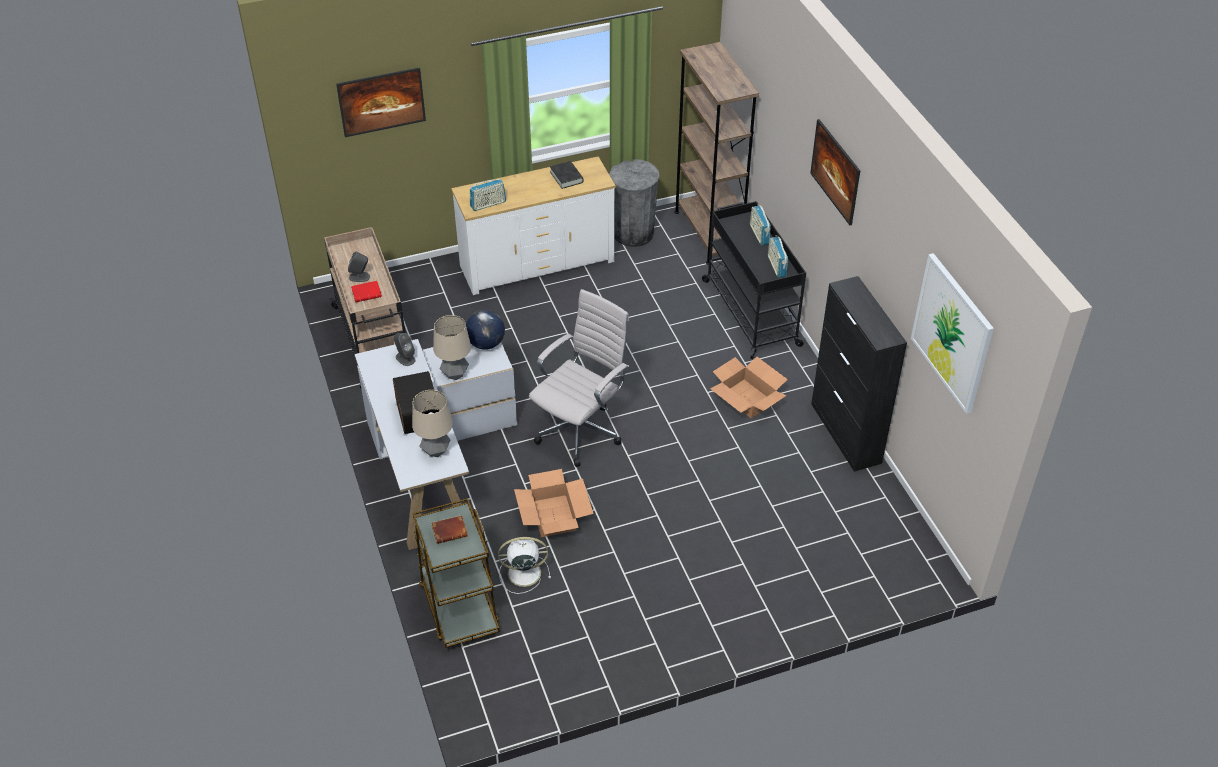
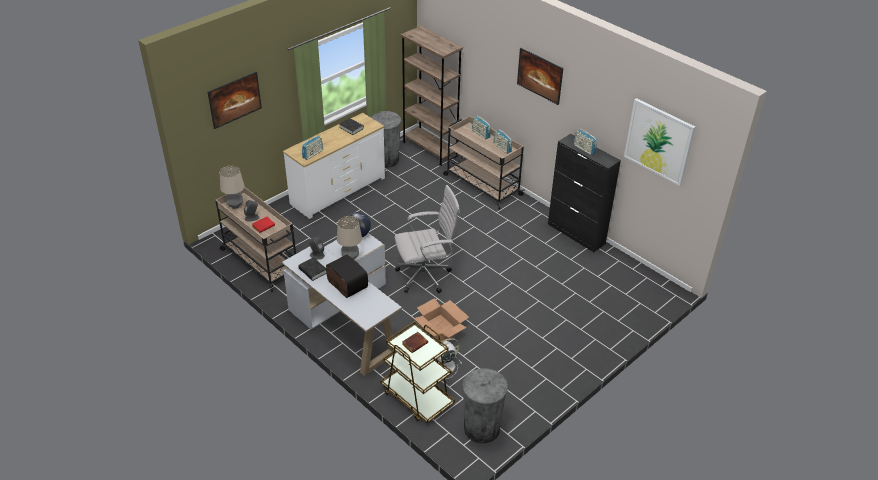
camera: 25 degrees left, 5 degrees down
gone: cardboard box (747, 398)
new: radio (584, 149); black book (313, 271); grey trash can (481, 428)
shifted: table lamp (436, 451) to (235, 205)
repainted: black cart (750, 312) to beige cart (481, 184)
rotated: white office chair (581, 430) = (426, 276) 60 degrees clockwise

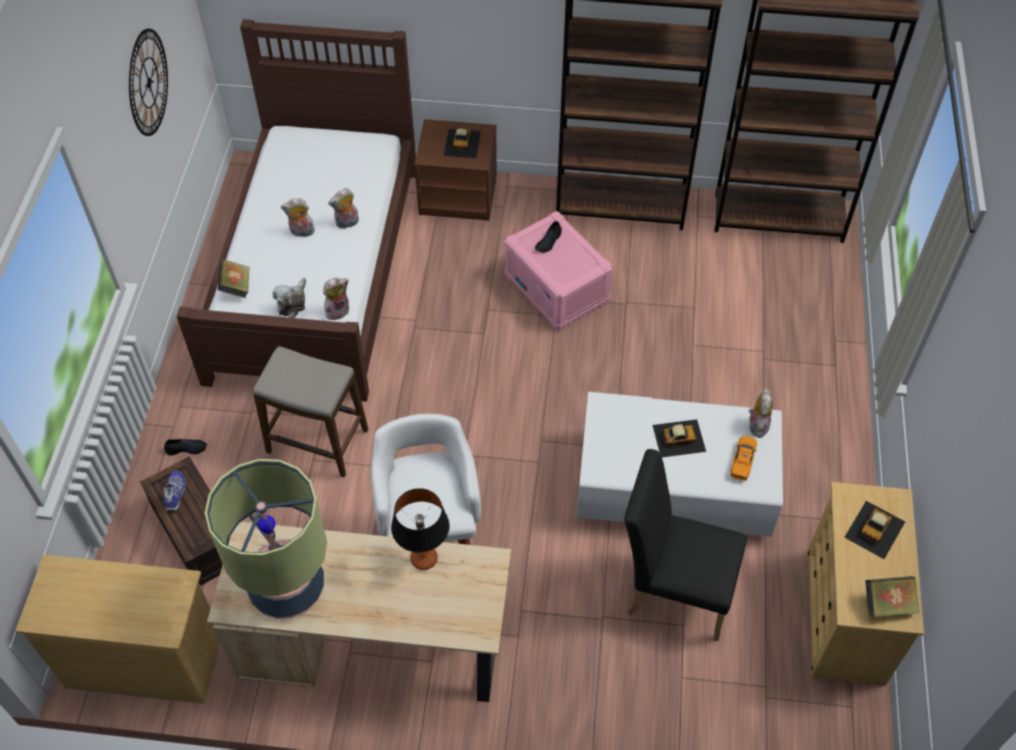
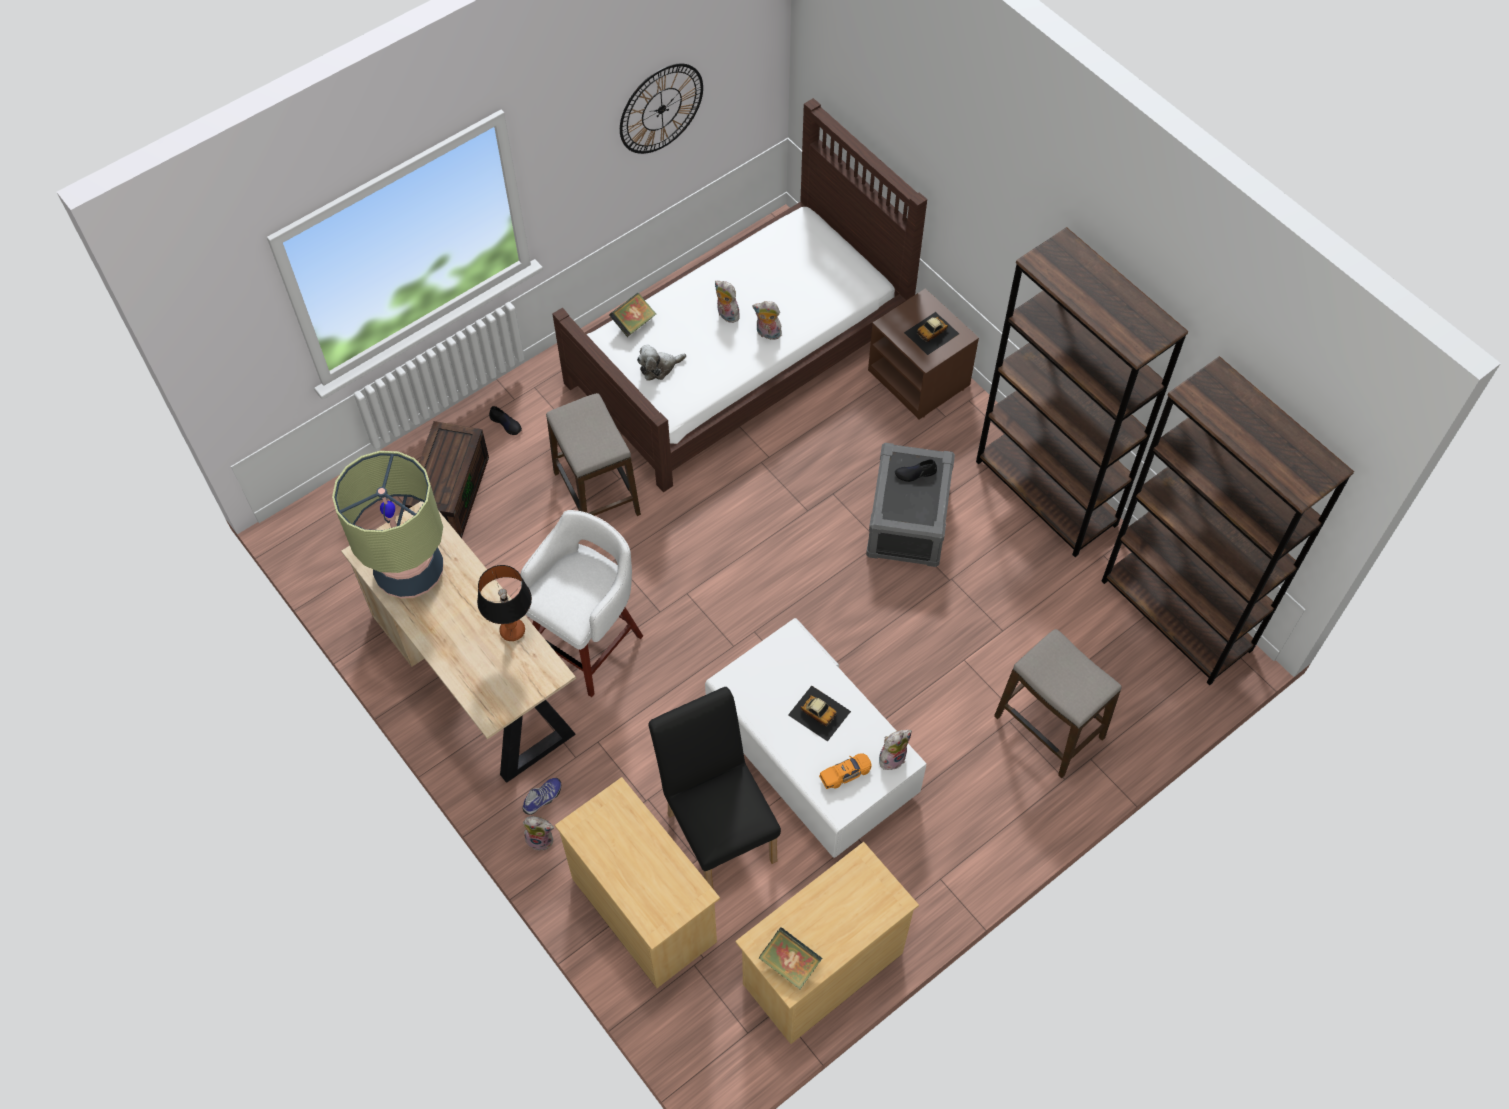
camera: 45 degrees right, 5 degrees up
gone: toy car (875, 529)
new: stool (1049, 727)
shifted: plush toy (337, 310) to (541, 838); shoe (176, 494) to (543, 798); beige dresser (144, 660) to (643, 909)
repainted: pink storage box (557, 288) to grey storage box (908, 521)

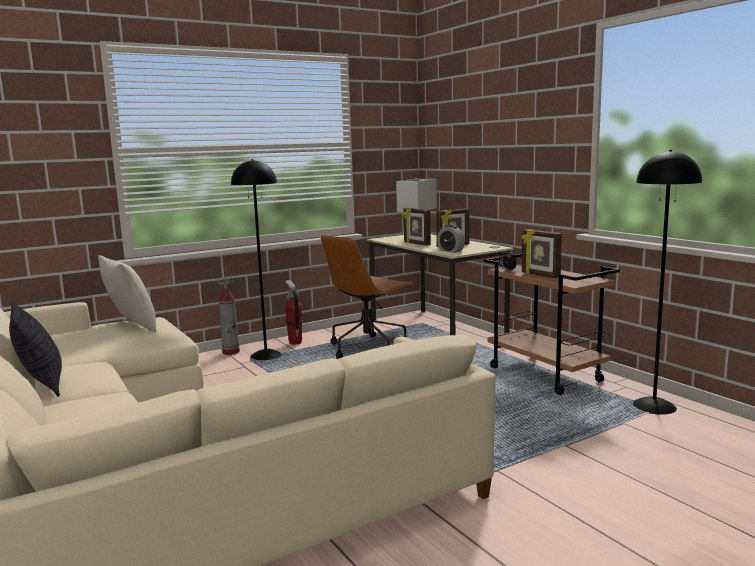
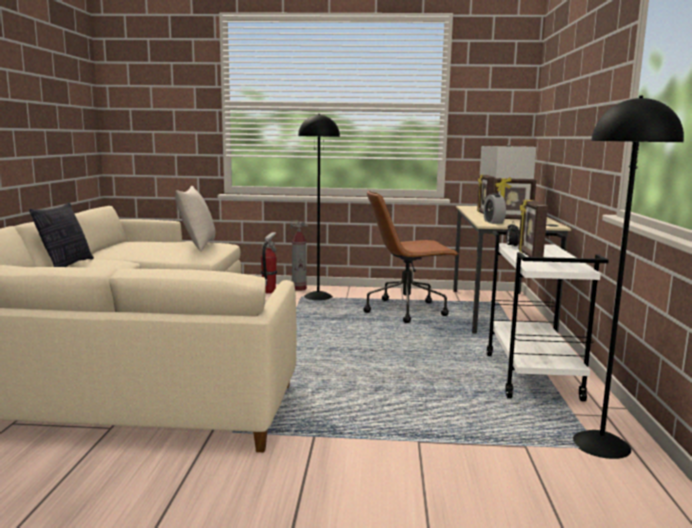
camera: 35 degrees right, 0 degrees up
shifted: fire extinguisher (295, 342) to (269, 291)
repainted: brown cart (546, 375) to white cart (532, 377)

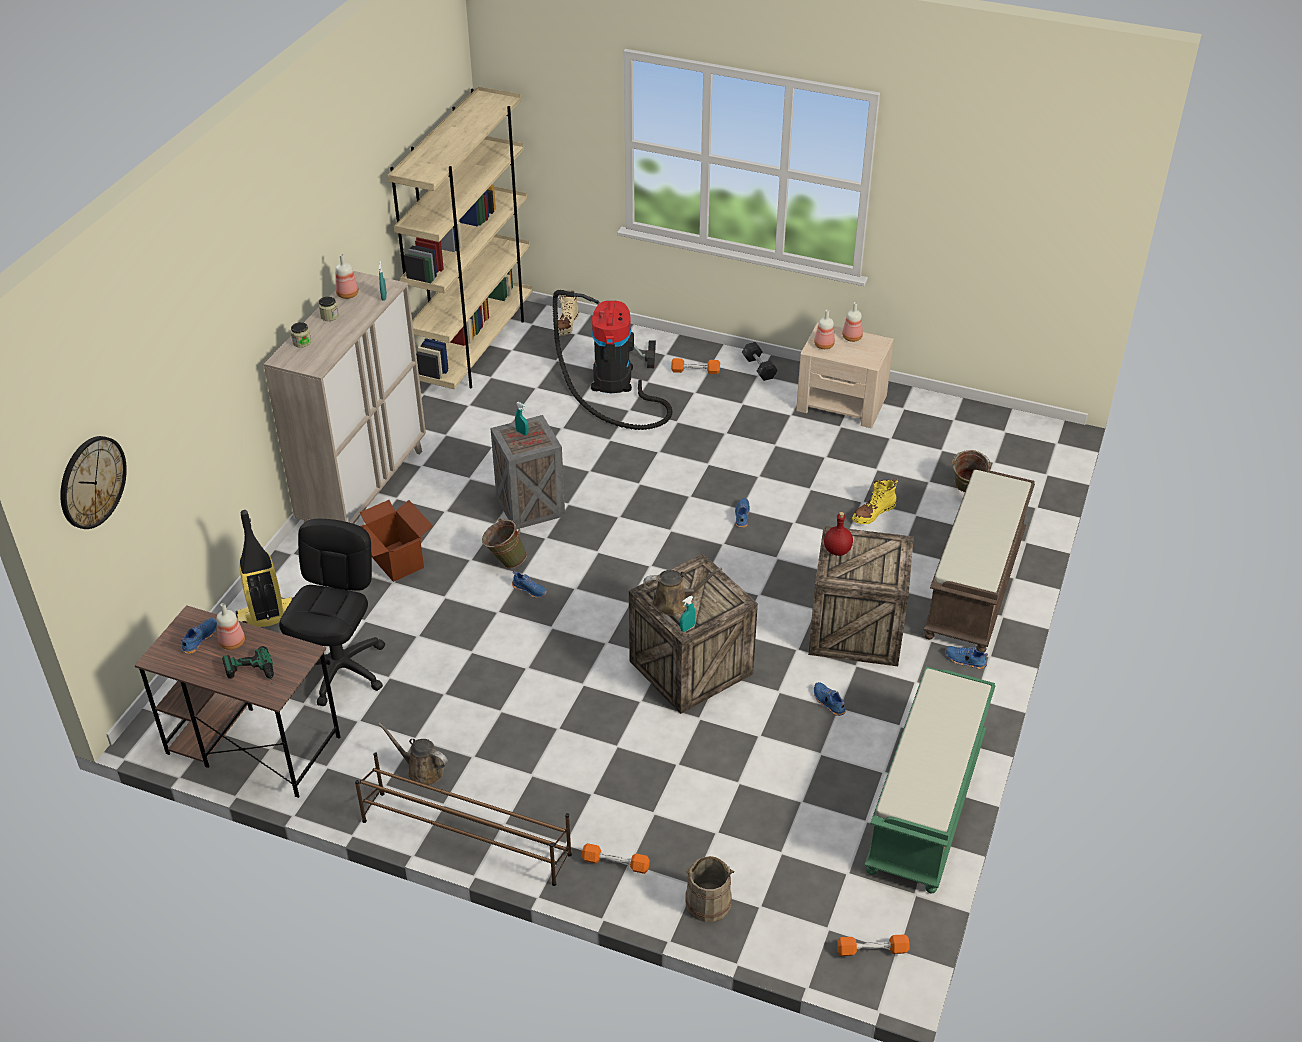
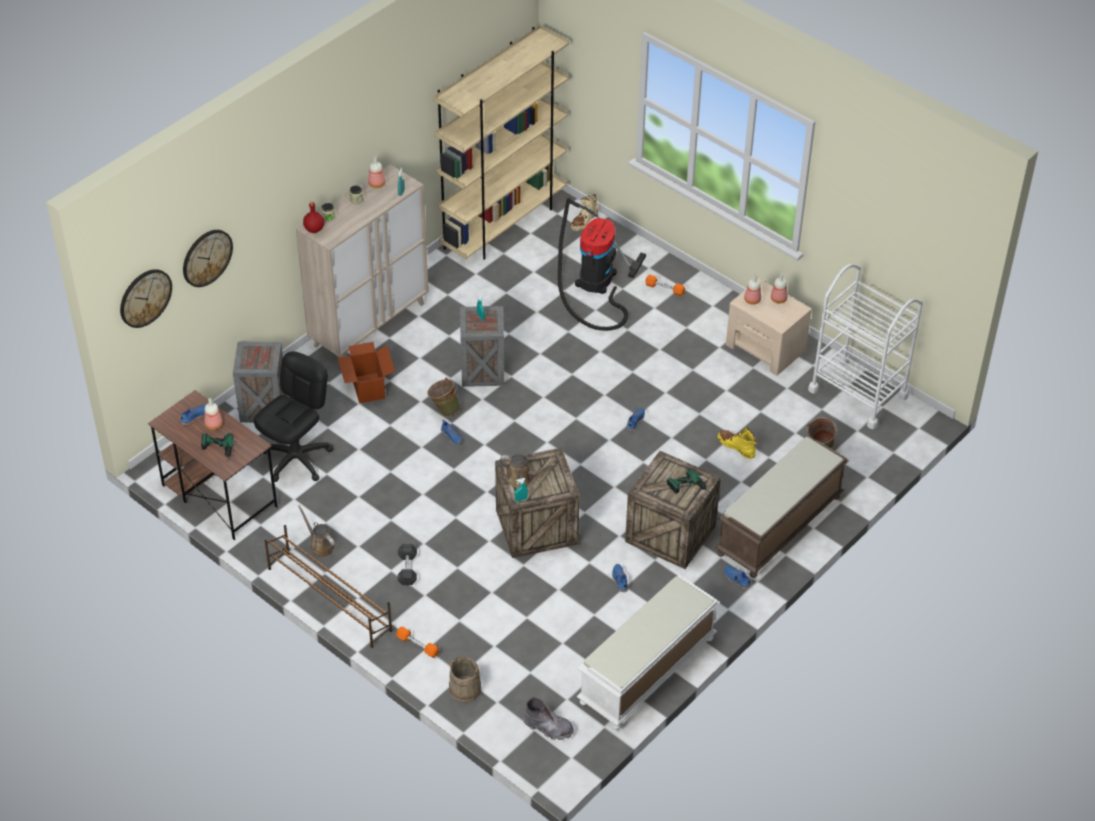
camera: 20 degrees right, 5 degrees up
gone: orange dumbbell (872, 950)
new: wall clock (206, 257); white cart (858, 393); power drill (689, 489); grey boot (548, 727)
shifted: grey dumbbell (759, 368) to (407, 569); red bottle (837, 551) to (314, 229)
swapped: vacuum cleaner (267, 619) to crate (262, 407)
repainted: green bench (927, 805) to white bench (647, 671)
rotated: yellow boot (873, 513) = (736, 447) 60 degrees clockwise

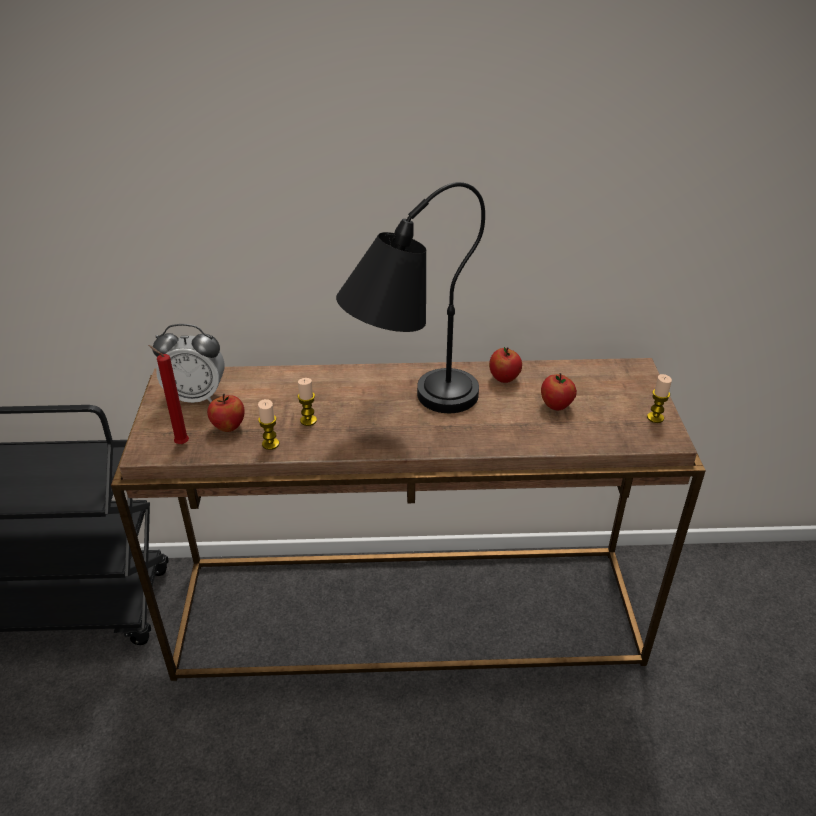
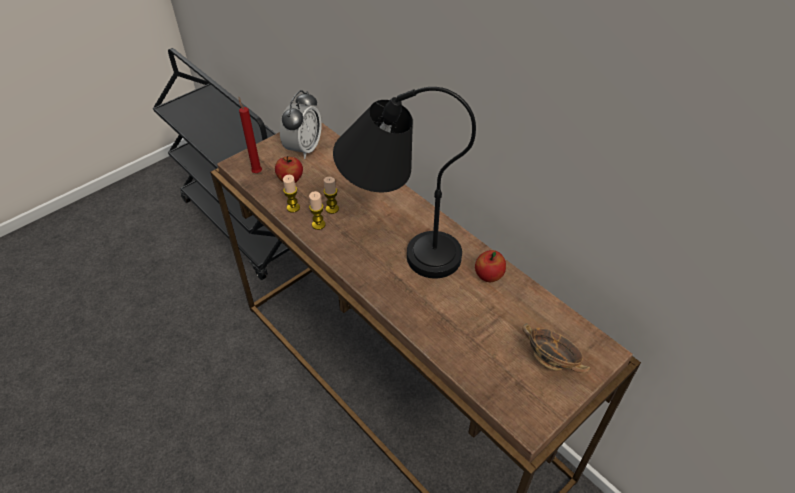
camera: 50 degrees right, 10 degrees up
gone: apple (556, 405)
new: bowl (552, 359)
shifted: candle (655, 418) to (318, 224)
rotated: alarm clock (196, 397) = (304, 149) 120 degrees counterclockwise

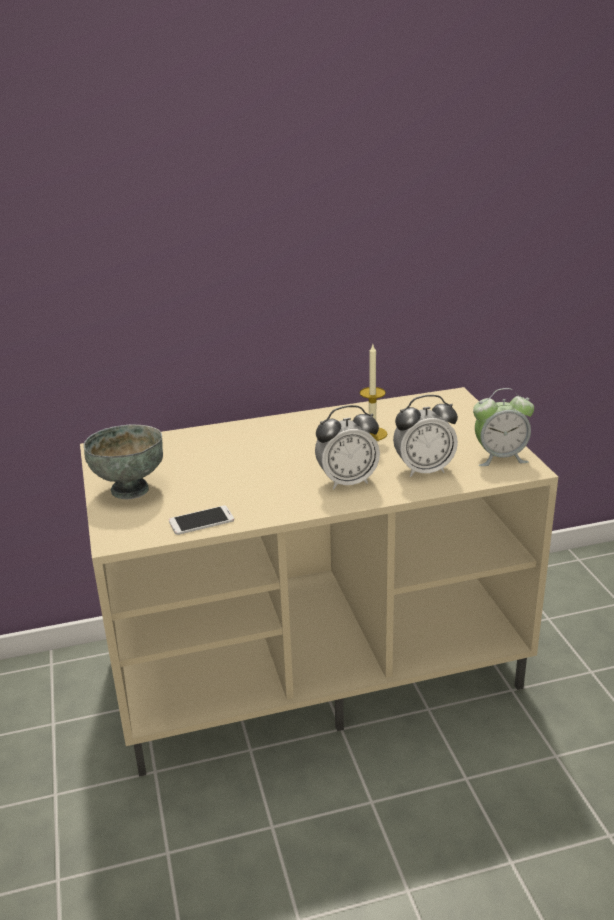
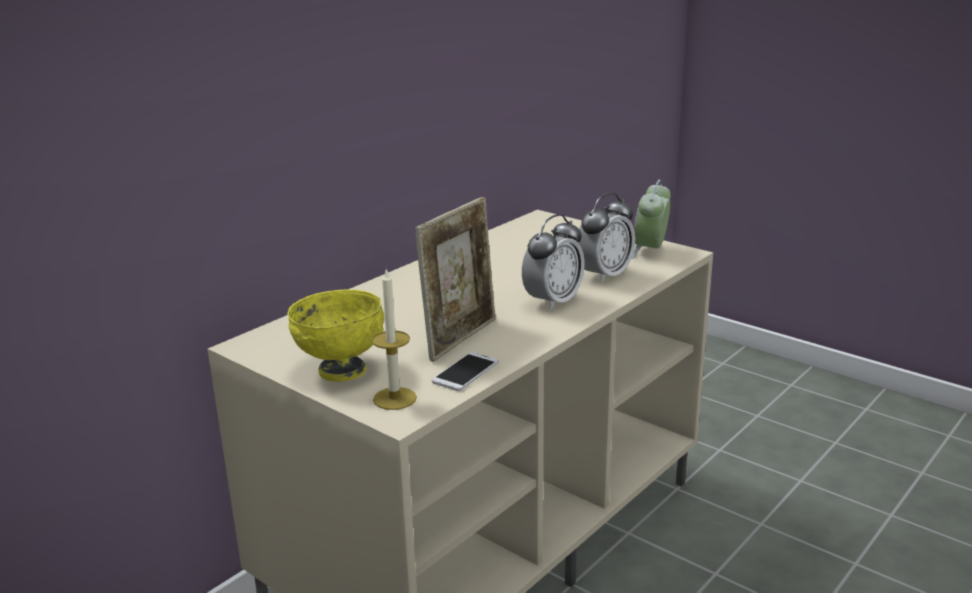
camera: 35 degrees left, 5 degrees down
new: picture frame (460, 338)
shifted: candle (372, 434) to (394, 398)
repainted: grey bowl (130, 489) to yellow bowl (340, 369)
rotated: alarm clock (500, 457) = (650, 251) 150 degrees clockwise

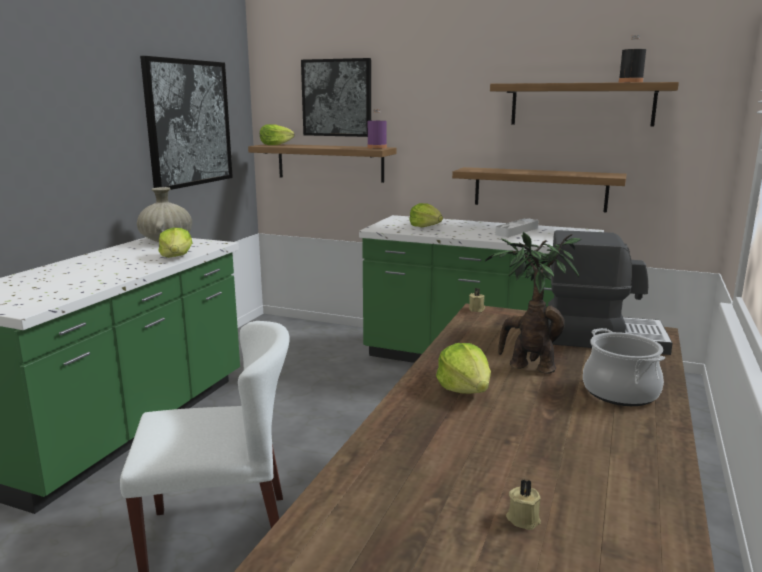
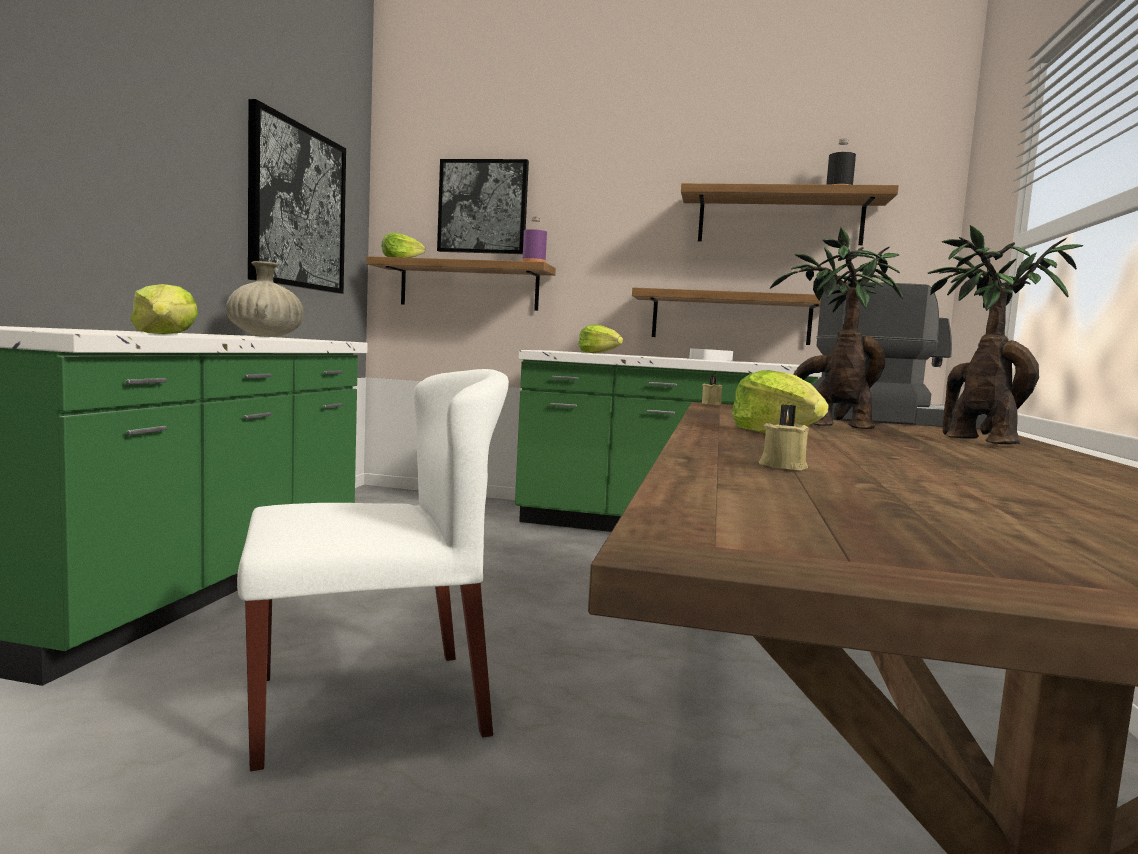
camera: 10 degrees left, 10 degrees down
shifted: lettuce (176, 257) to (165, 334); beige candle (523, 518) to (782, 466)
swapped: cooking pot (620, 392) to potted plant (975, 441)

